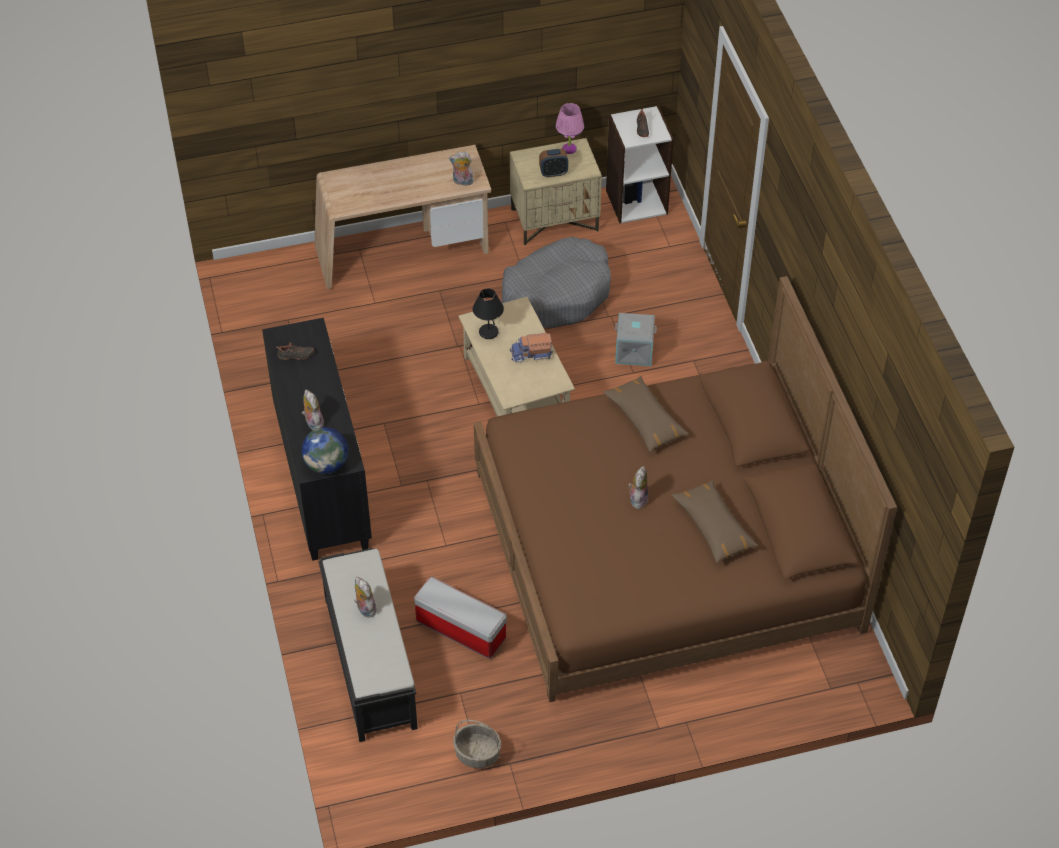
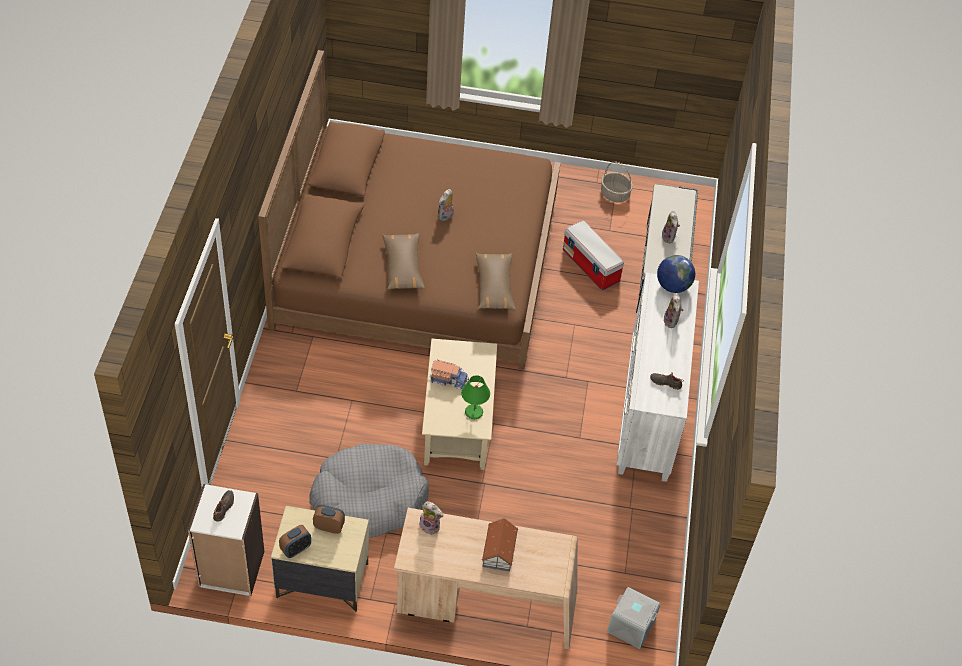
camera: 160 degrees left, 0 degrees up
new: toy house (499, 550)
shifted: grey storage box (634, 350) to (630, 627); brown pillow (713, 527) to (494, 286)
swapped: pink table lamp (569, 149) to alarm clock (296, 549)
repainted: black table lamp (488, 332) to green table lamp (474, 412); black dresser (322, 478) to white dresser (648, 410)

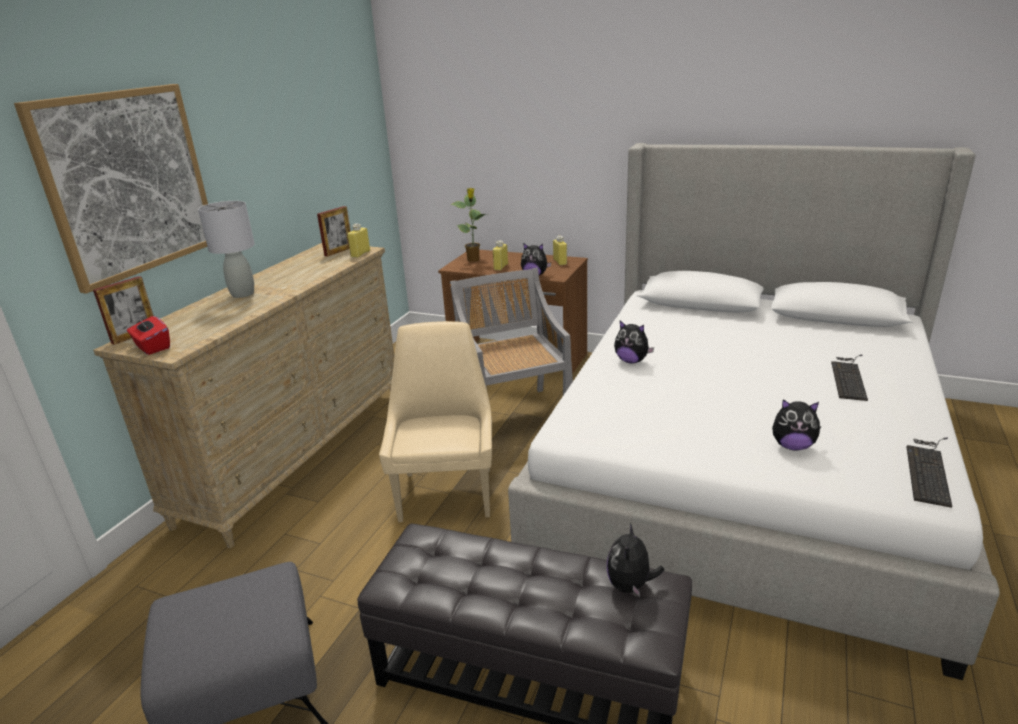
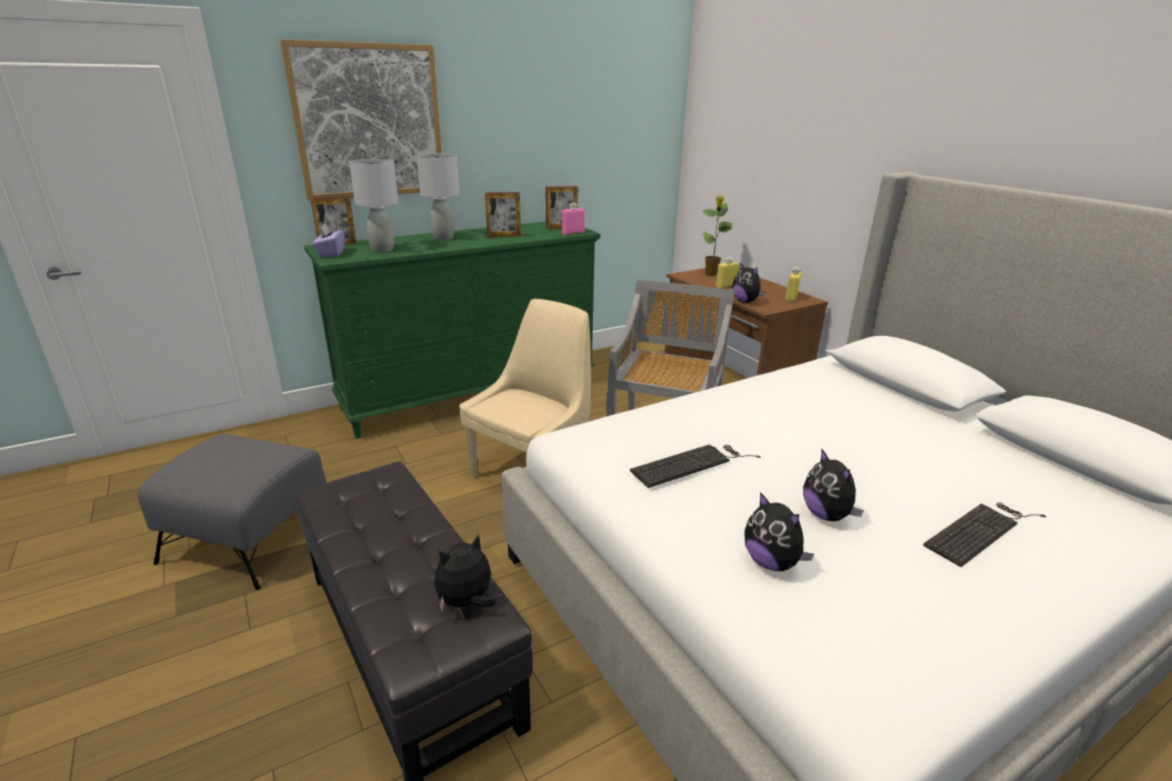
camera: 35 degrees right, 0 degrees up
new: grey table lamp (382, 249); picture frame (504, 236)
shifted: plush toy (631, 361) to (826, 515); keyboard (928, 469) to (692, 464)
repainted: yellow bottle (360, 254) to pink bottle (573, 233); beige dresser (300, 453) to green dresser (472, 395); red tissue box (152, 347) to purple tissue box (331, 253)

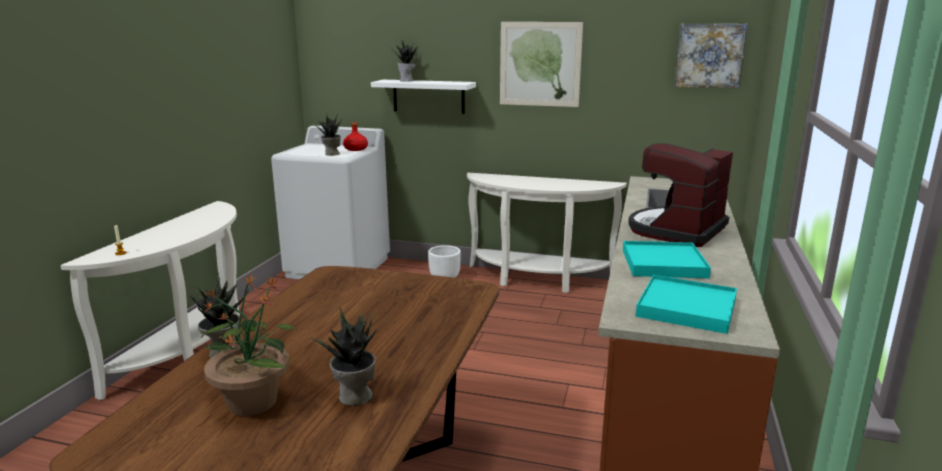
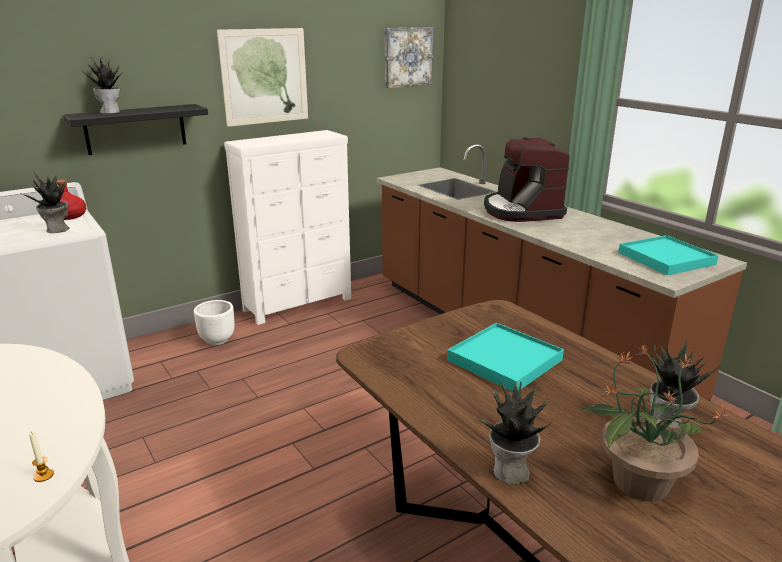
camera: 50 degrees left, 5 degrees up
shifted: turquoise tray (663, 263) to (504, 360)
swapped: white console table (537, 280) to white dresser (299, 304)
repainted: white shelf (428, 96) to black shelf (135, 129)

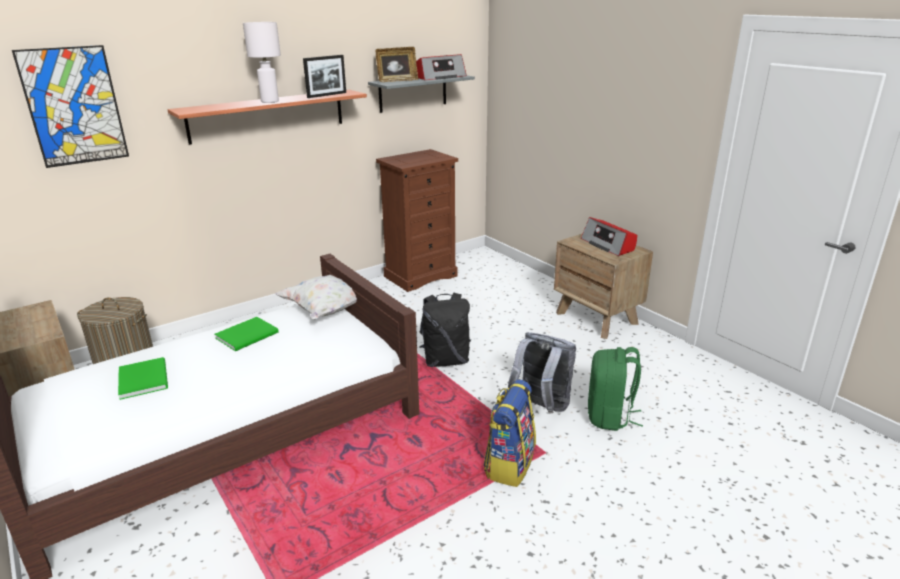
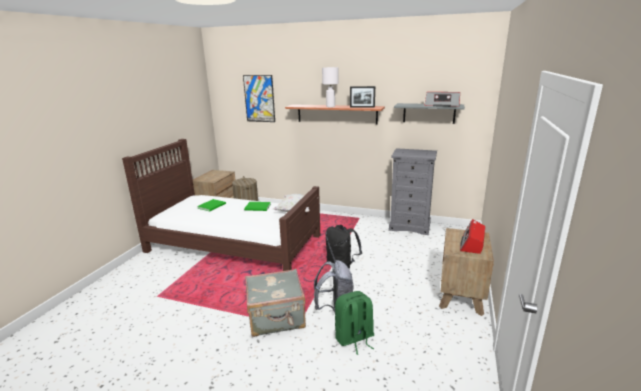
camera: 55 degrees right, 5 degrees down
gone: picture frame (397, 81)
swapped: backpack (509, 464) to grey suitcase (276, 318)
repainted: brown dresser (420, 276) to grey dresser (410, 226)

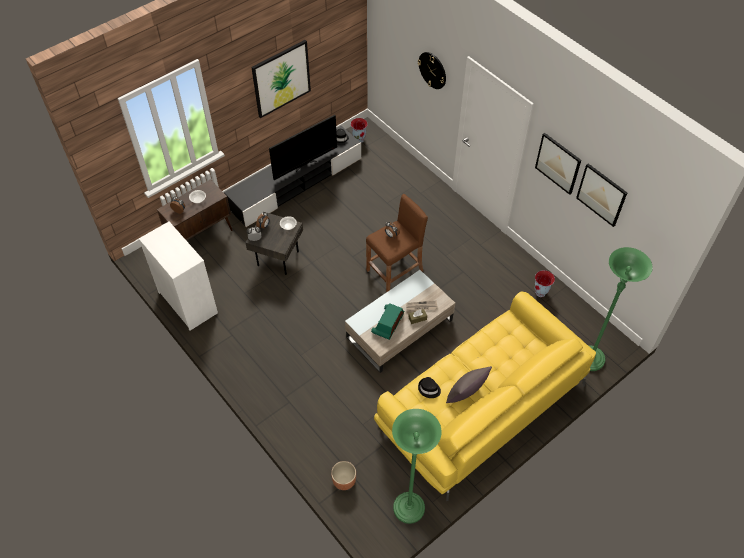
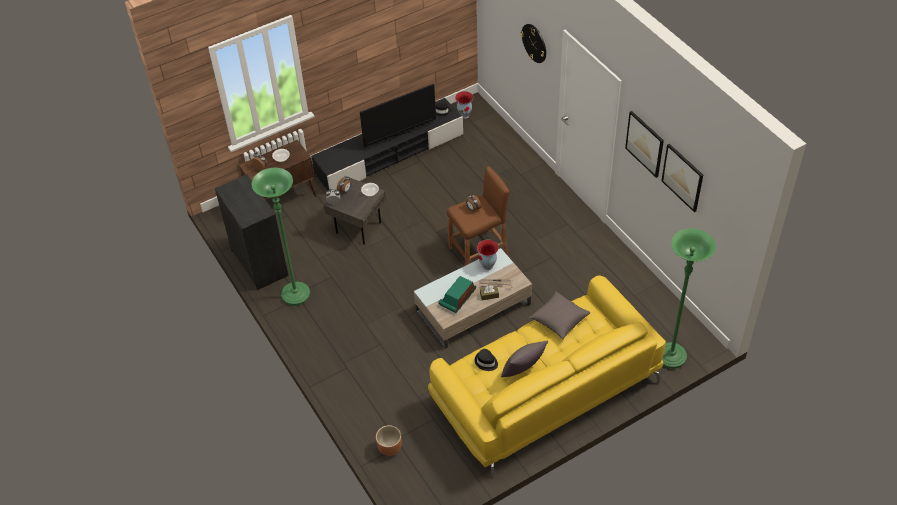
camera: 10 degrees right, 5 degrees down
gone: picture (281, 78)
new: grey pillow (559, 320)
shifted: vase (540, 293) to (488, 266); green floor lamp (408, 508) to (295, 295)
repainted: white dresser (188, 302) to black dresser (260, 263)

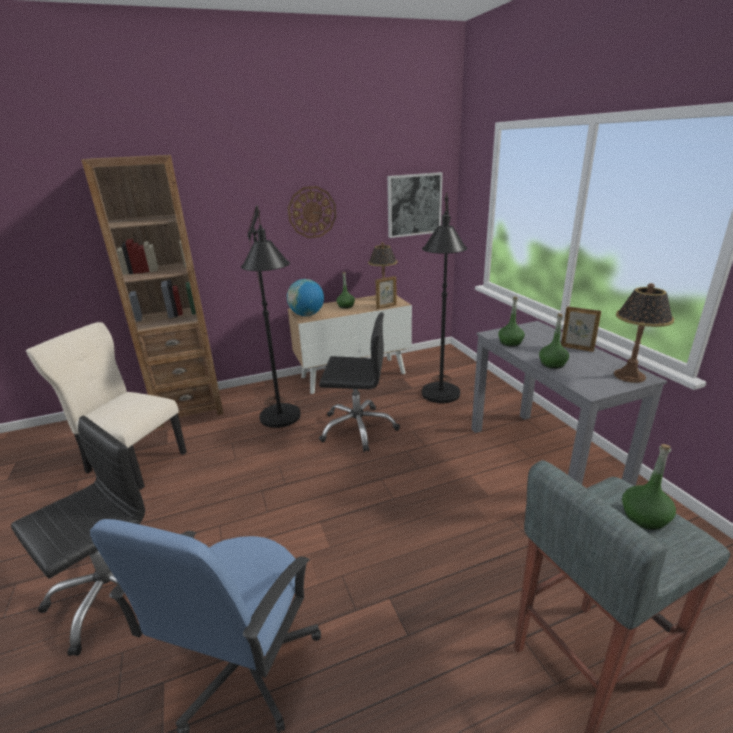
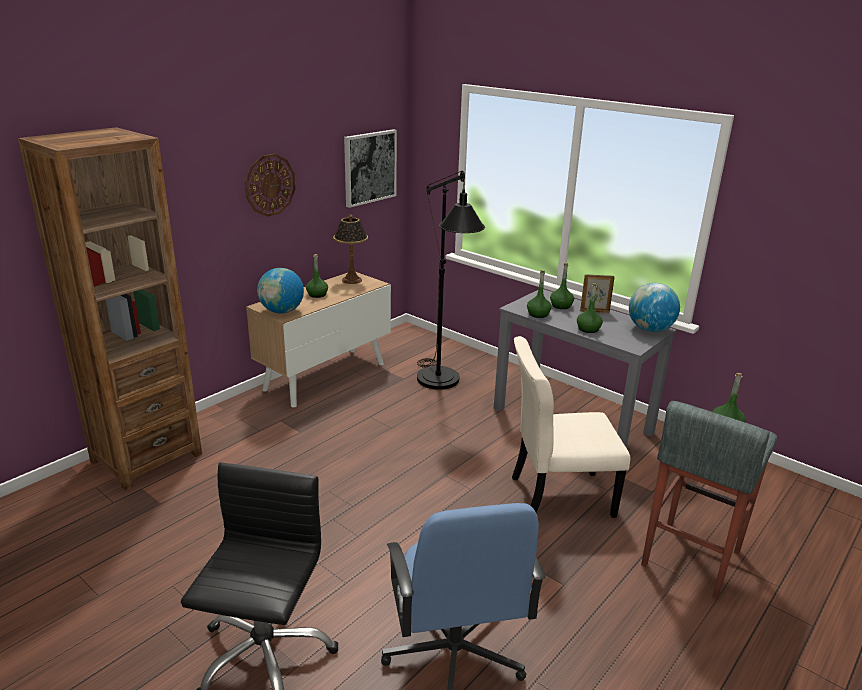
camera: 30 degrees left, 0 degrees up
gone: black floor lamp (282, 422); picture frame (386, 306); black office chair (358, 428)
new: green bottle (561, 306)
shifted: beige chair (134, 461) to (557, 496)
swapped: table lamp (629, 376) to globe (650, 329)

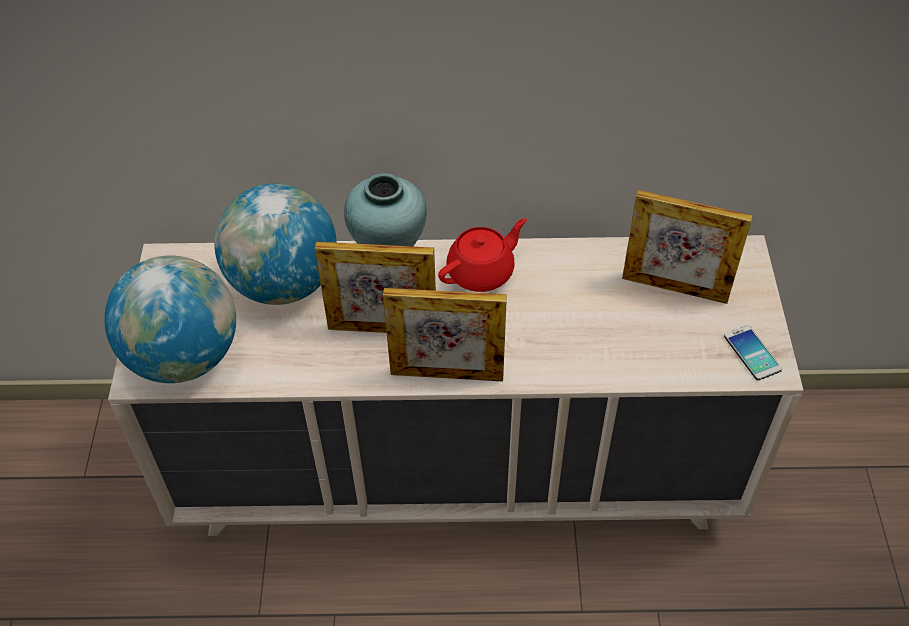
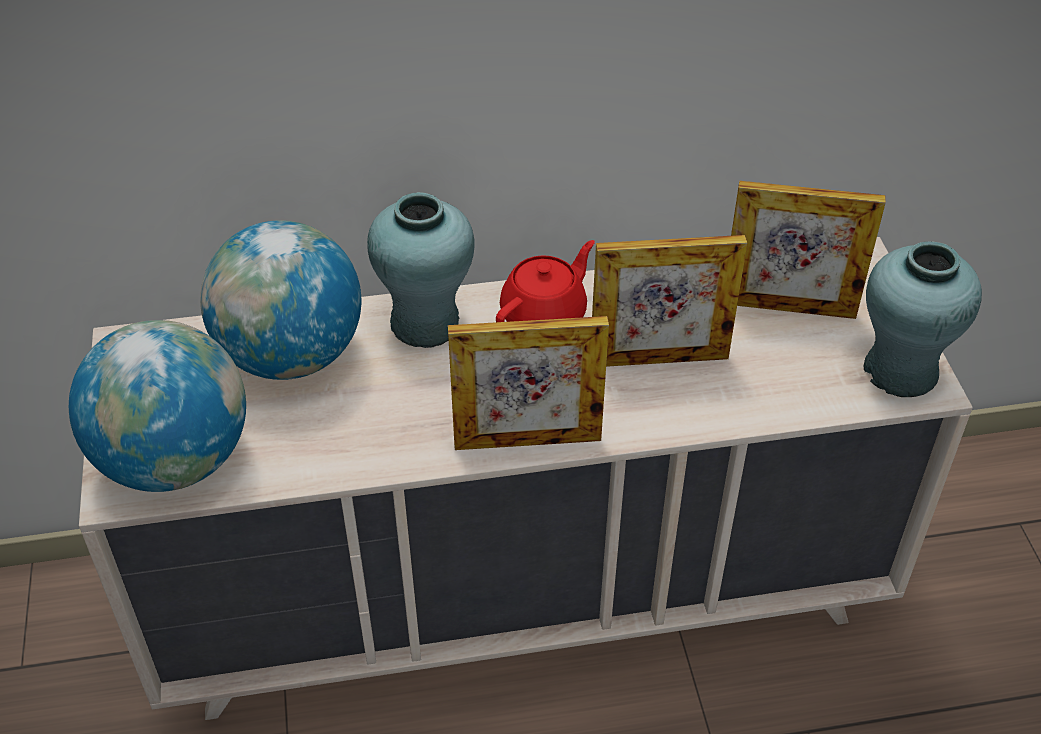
camera: 10 degrees left, 5 degrees down
shifted: picture frame (382, 329) to (659, 359)
swapped: phone (752, 353) to turquoise vase (901, 372)

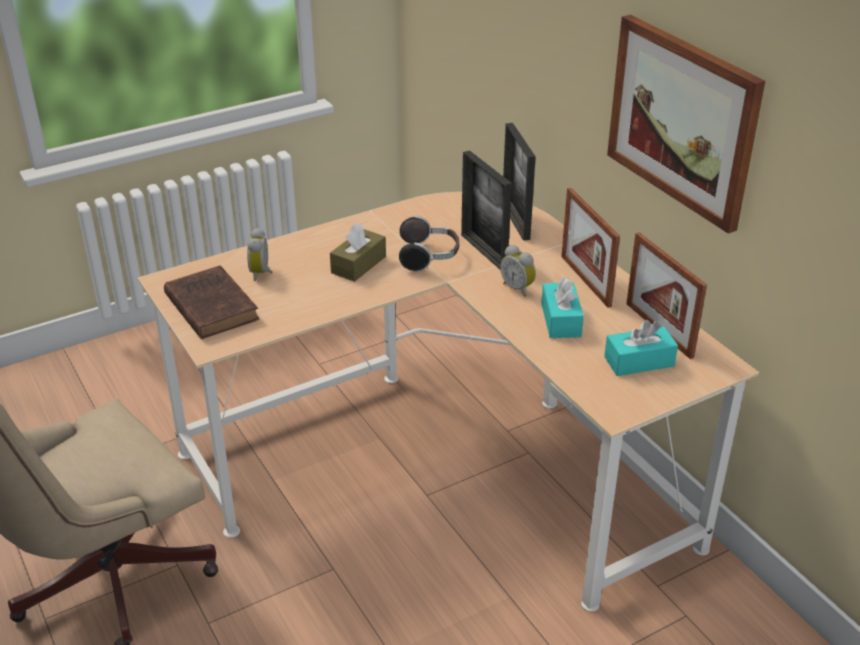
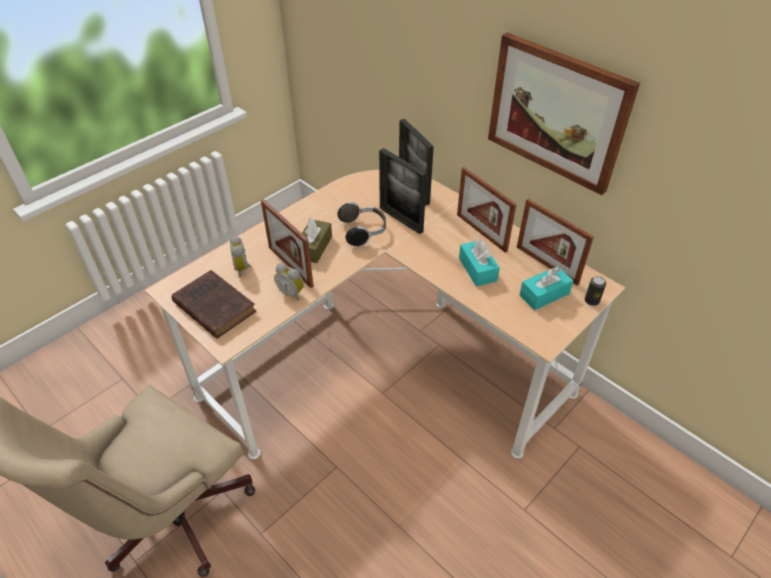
camera: 15 degrees left, 10 degrees up
new: picture frame (290, 266); can (591, 301)
shifted: alarm clock (518, 288) to (292, 292)

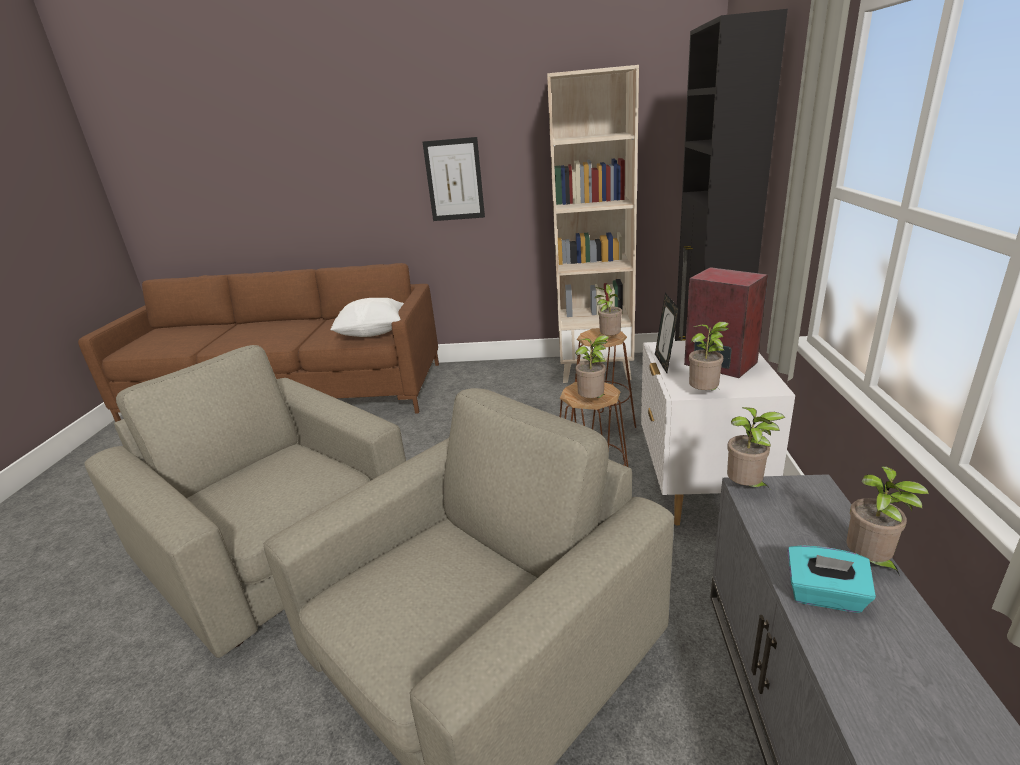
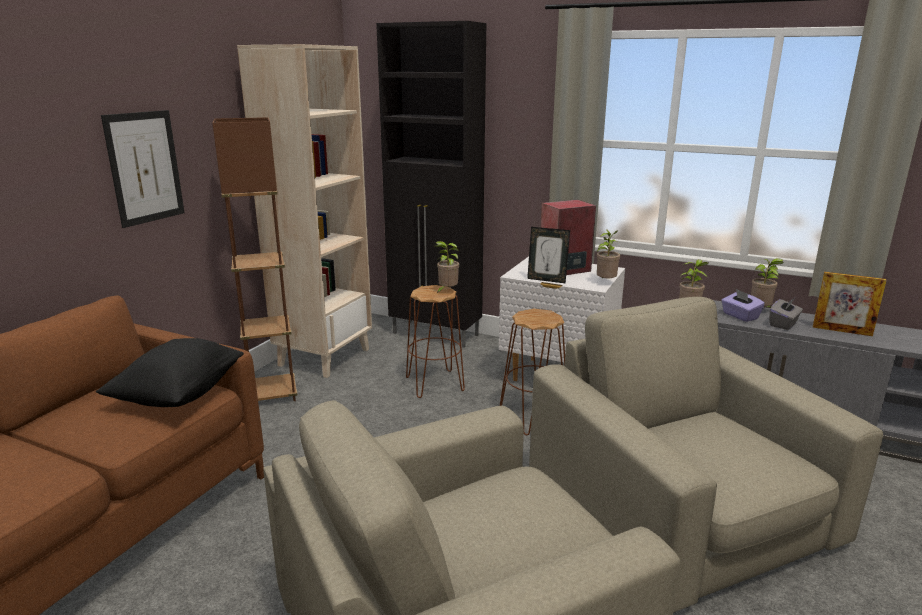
camera: 70 degrees left, 5 degrees down
gone: potted plant (593, 401)
new: brown floor lamp (273, 394); picture frame (842, 331); purple tissue box (740, 316)
repainted: white pillow (372, 333) to black pillow (179, 395); turquoise tissue box (824, 596) to grey tissue box (783, 324)

